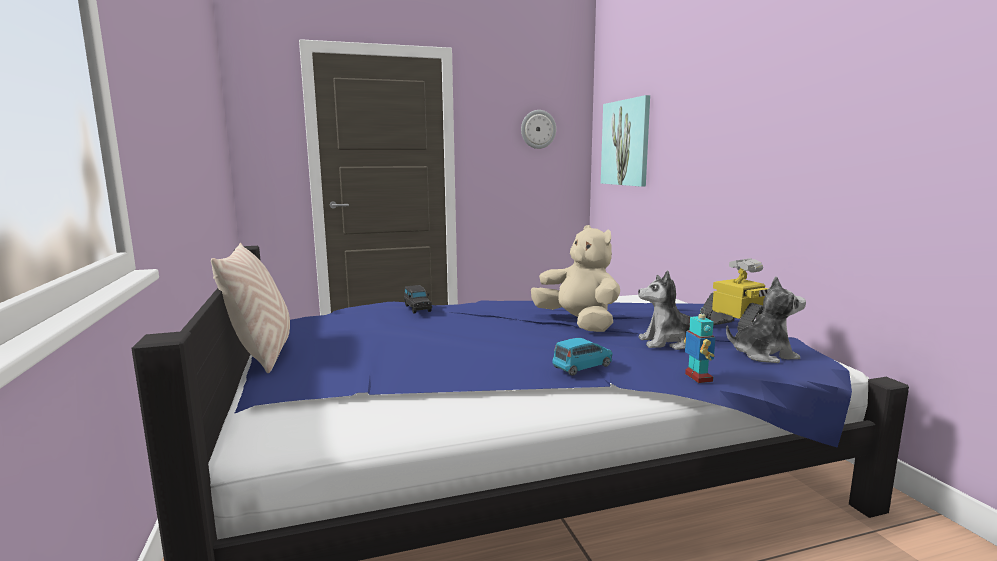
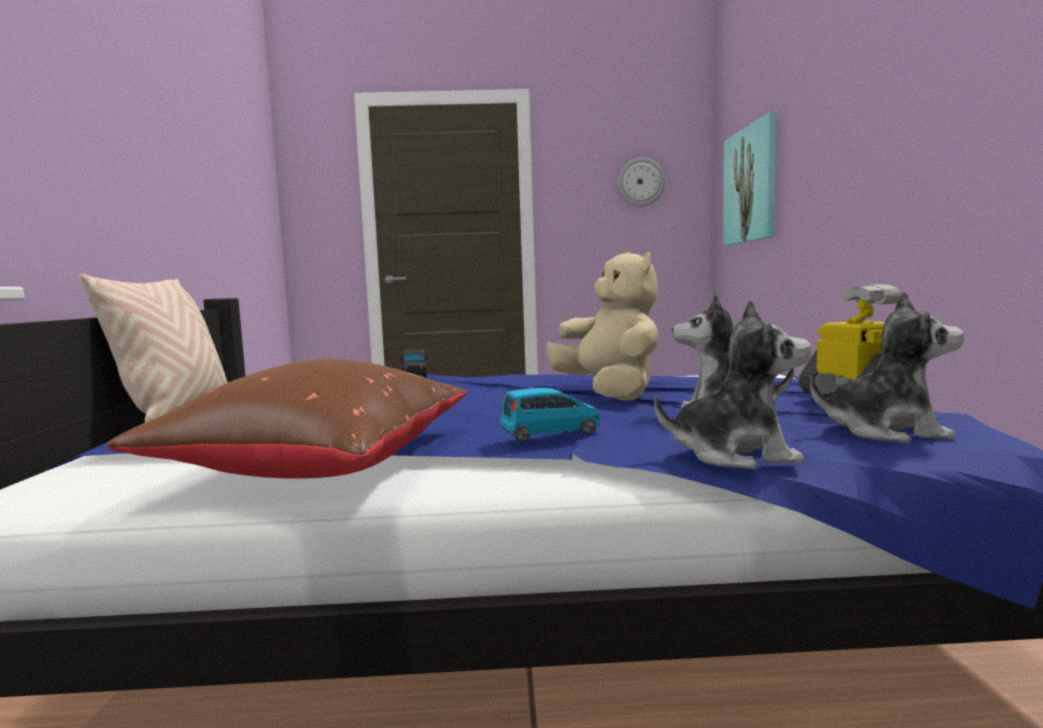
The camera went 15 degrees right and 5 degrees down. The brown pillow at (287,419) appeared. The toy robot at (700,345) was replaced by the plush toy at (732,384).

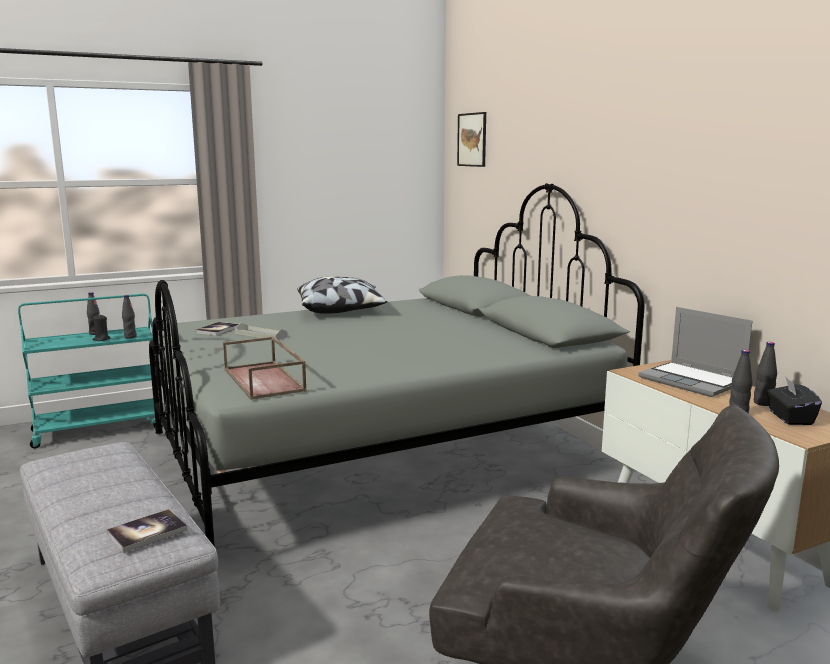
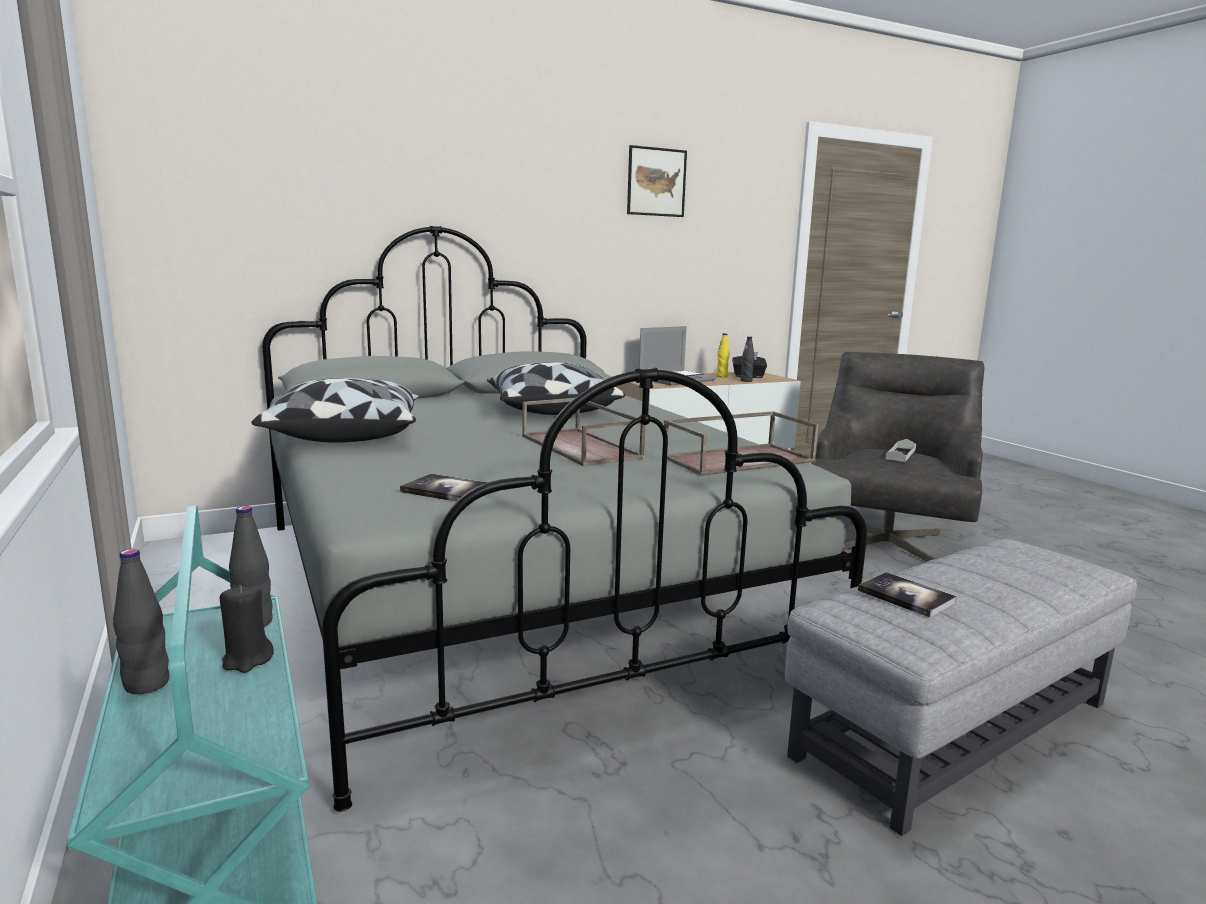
The camera went 90 degrees left and 0 degrees up. The pillow at (556,388) appeared. The brown tray at (583,432) appeared. The picture moved from (471,139) to (657,181). The black bottle at (765,374) became the yellow bottle at (723,355). The book moved from (147,531) to (907,595). The grey tray moved from (261,331) to (900,450).

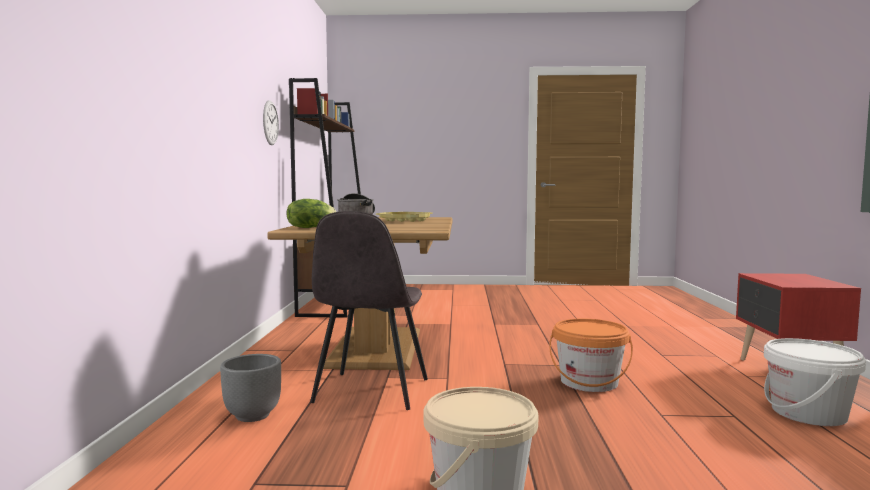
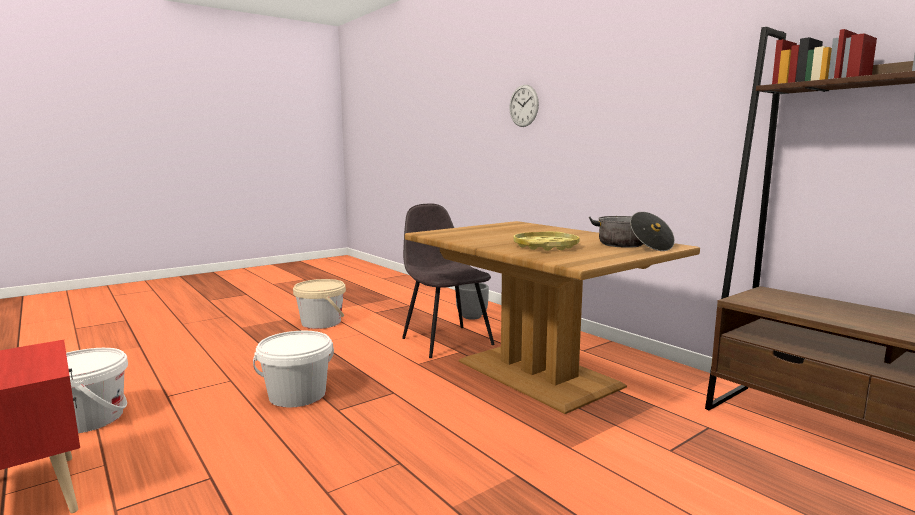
The camera went 140 degrees right and 5 degrees up. The orange bucket at (591,355) became the white bucket at (293,369). The wall clock moved from (271,122) to (524,106). The lettuce at (311,213) disappeared.

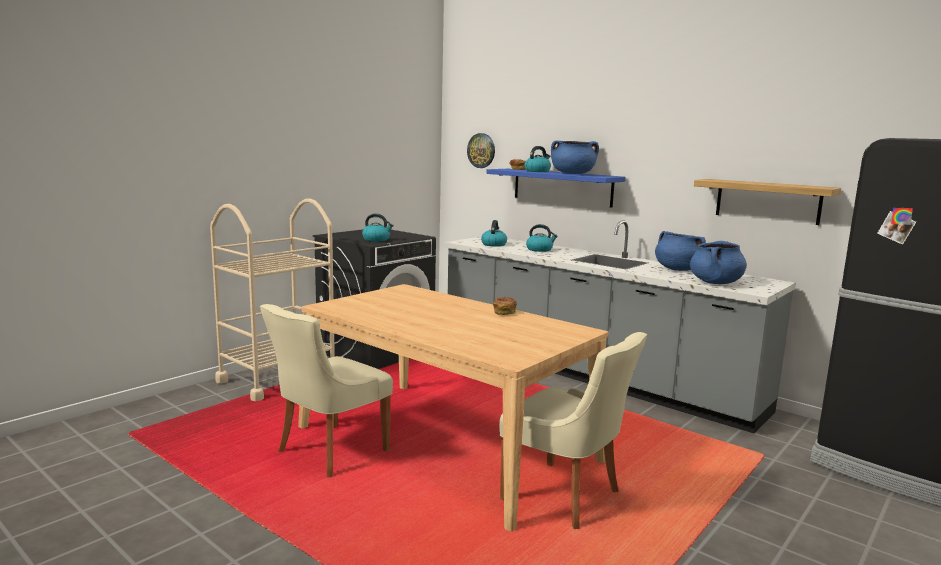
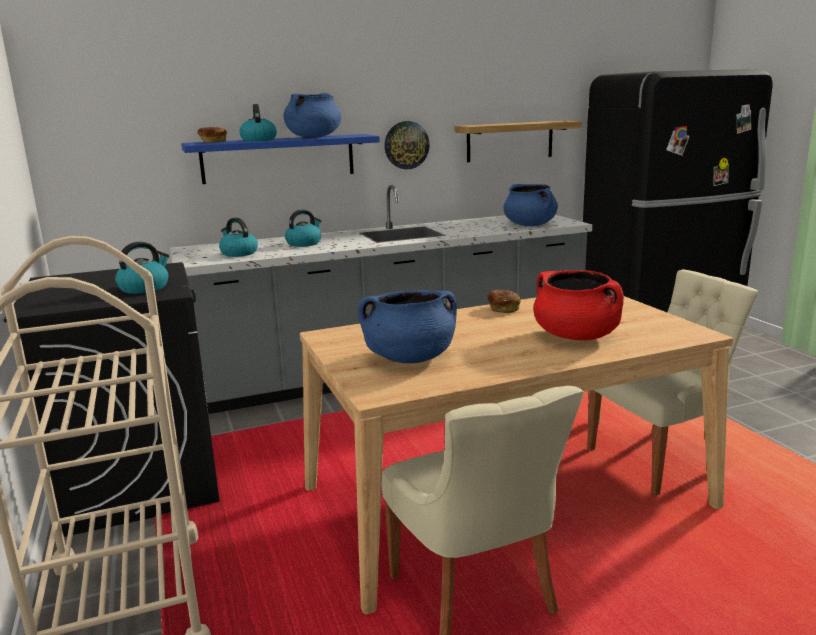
The camera went 60 degrees left and 5 degrees up. The blue cooking pot moved from (680,251) to (407,326). The wall clock moved from (481,150) to (407,145). The red cooking pot at (578,305) appeared.

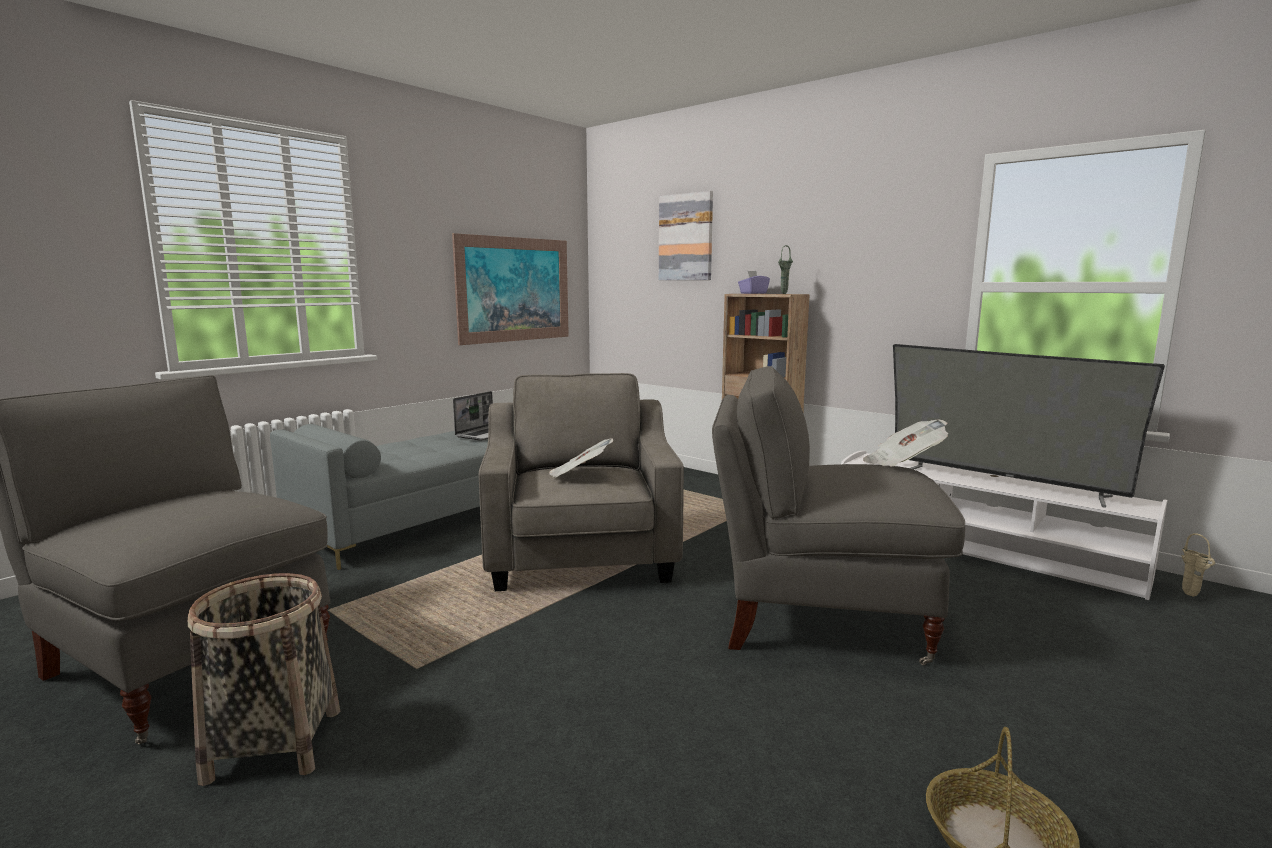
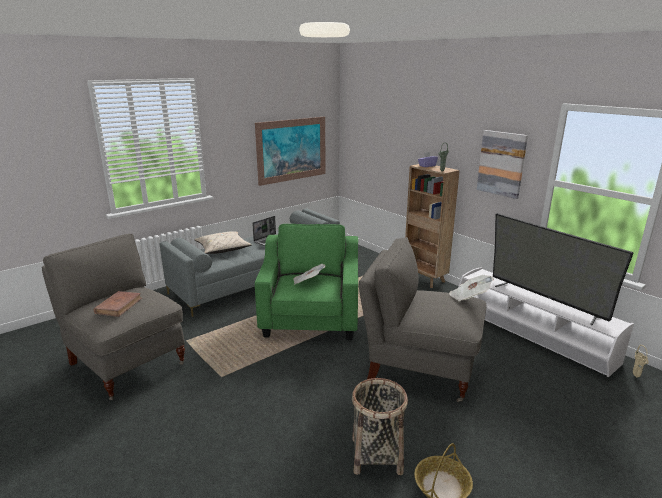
The camera went 10 degrees right and 10 degrees up. The brown book at (118,304) appeared. The beige pillow at (223,242) appeared. The grey armchair at (581,482) became the green armchair at (306,282). The basket moved from (264,679) to (380,426). The picture moved from (686,235) to (502,164).

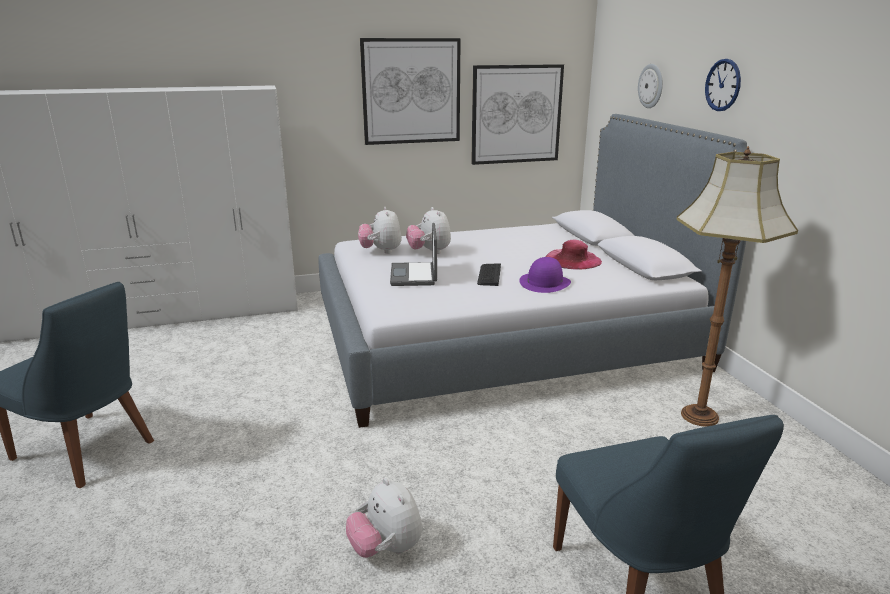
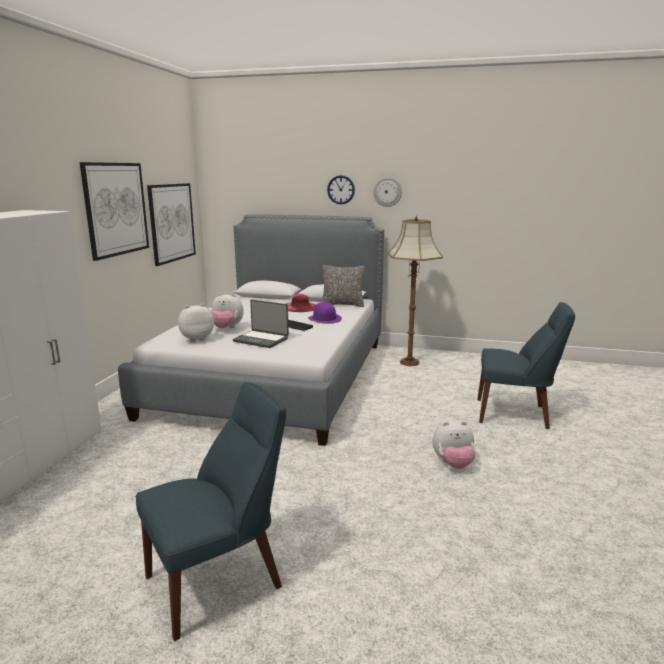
The camera went 60 degrees left and 5 degrees down. The plush toy at (380,230) turned 135 degrees clockwise. The pillow at (343,286) appeared. The wall clock moved from (650,86) to (387,192).

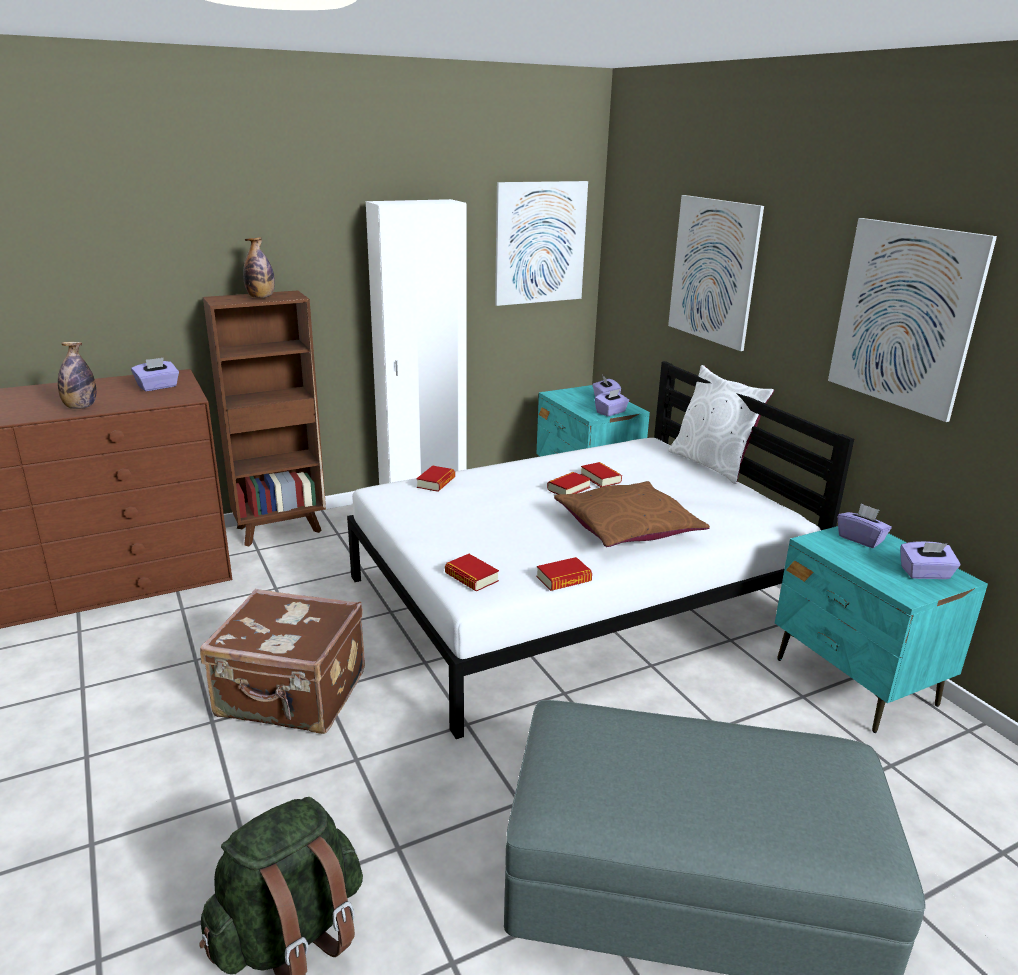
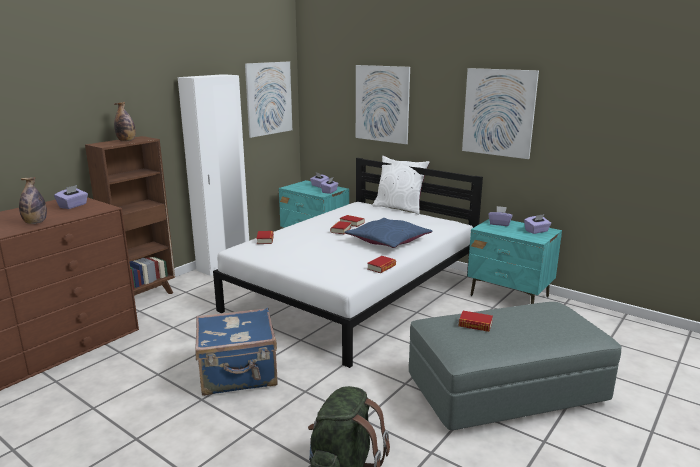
The camera went 25 degrees left and 5 degrees down. The brown suitcase at (282,661) became the blue suitcase at (236,352). The brown pillow at (632,514) became the blue pillow at (388,233). The book moved from (472,572) to (476,321).

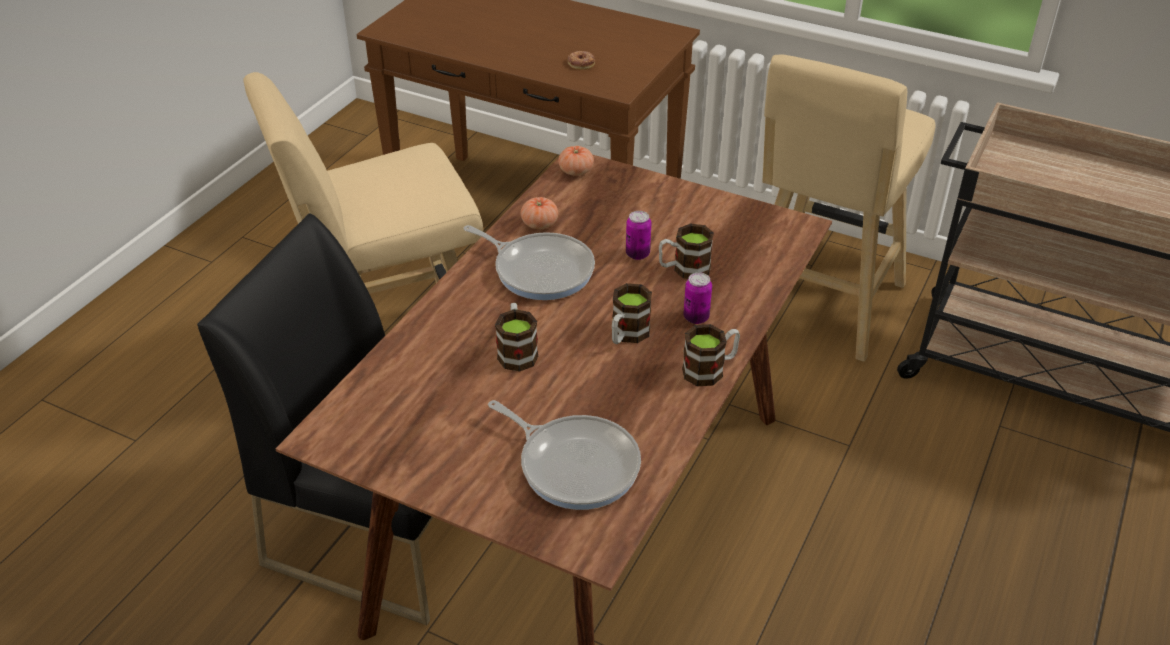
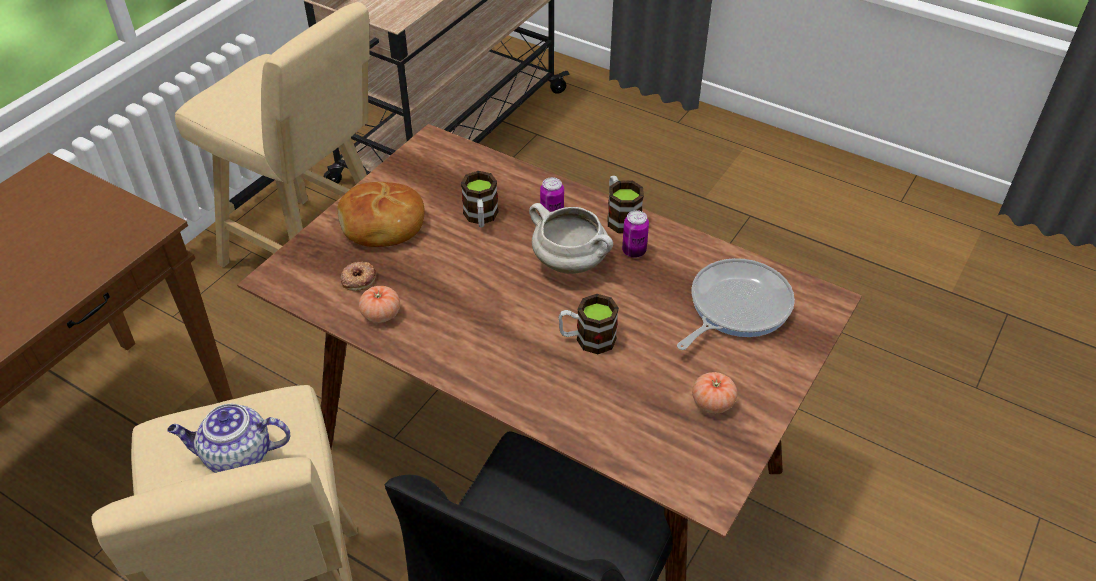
The camera went 85 degrees left and 5 degrees up. The teapot at (228,438) appeared. The bread at (381,214) appeared. The donut moved from (581,60) to (358,276). The mug at (632,313) was replaced by the white cooking pot at (571,238). The can moved from (638,235) to (635,234). The tomato moved from (576,161) to (714,392). The frying pan at (529,262) disappeared.

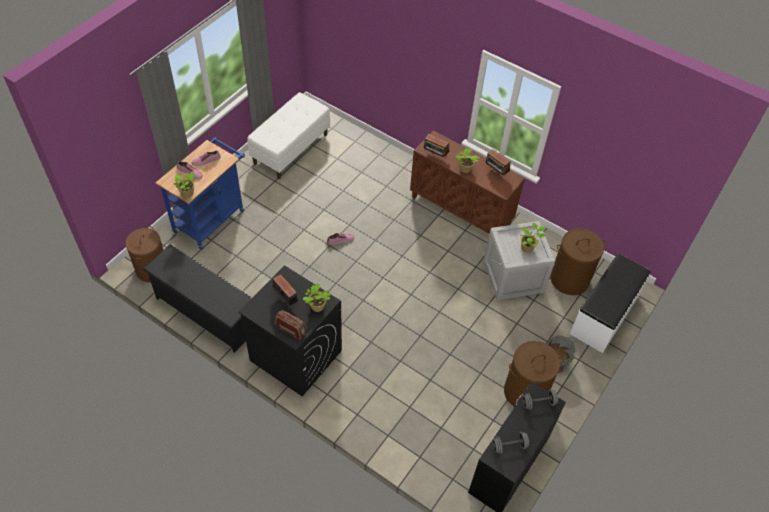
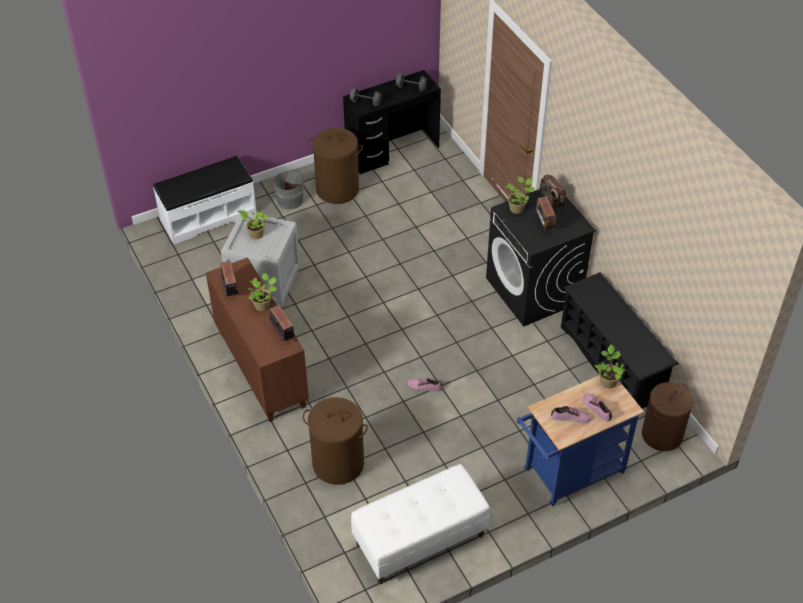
The camera went 150 degrees left and 5 degrees down. The brown laundry basket moved from (579,261) to (335,441).

